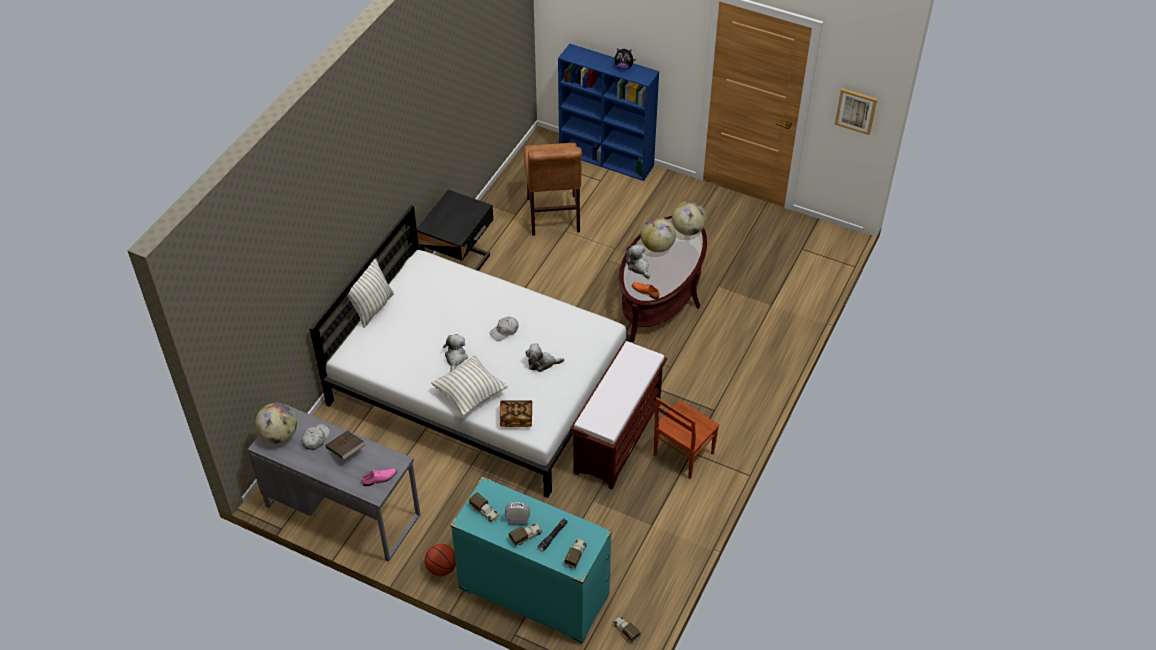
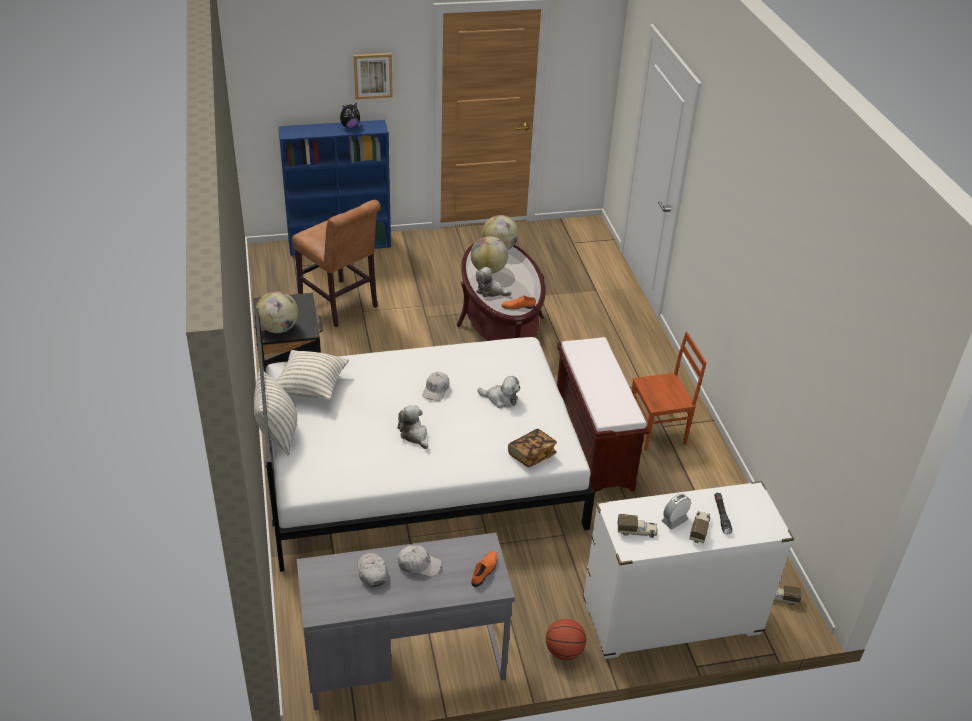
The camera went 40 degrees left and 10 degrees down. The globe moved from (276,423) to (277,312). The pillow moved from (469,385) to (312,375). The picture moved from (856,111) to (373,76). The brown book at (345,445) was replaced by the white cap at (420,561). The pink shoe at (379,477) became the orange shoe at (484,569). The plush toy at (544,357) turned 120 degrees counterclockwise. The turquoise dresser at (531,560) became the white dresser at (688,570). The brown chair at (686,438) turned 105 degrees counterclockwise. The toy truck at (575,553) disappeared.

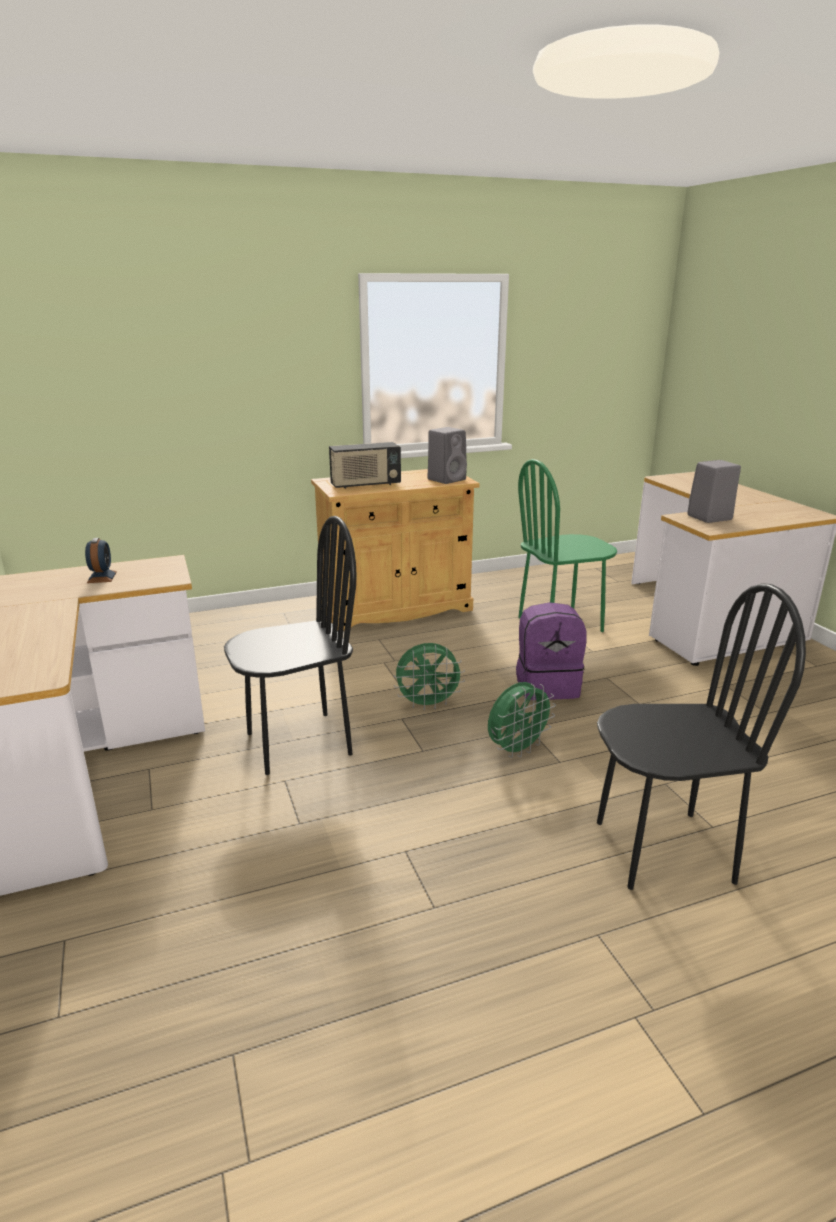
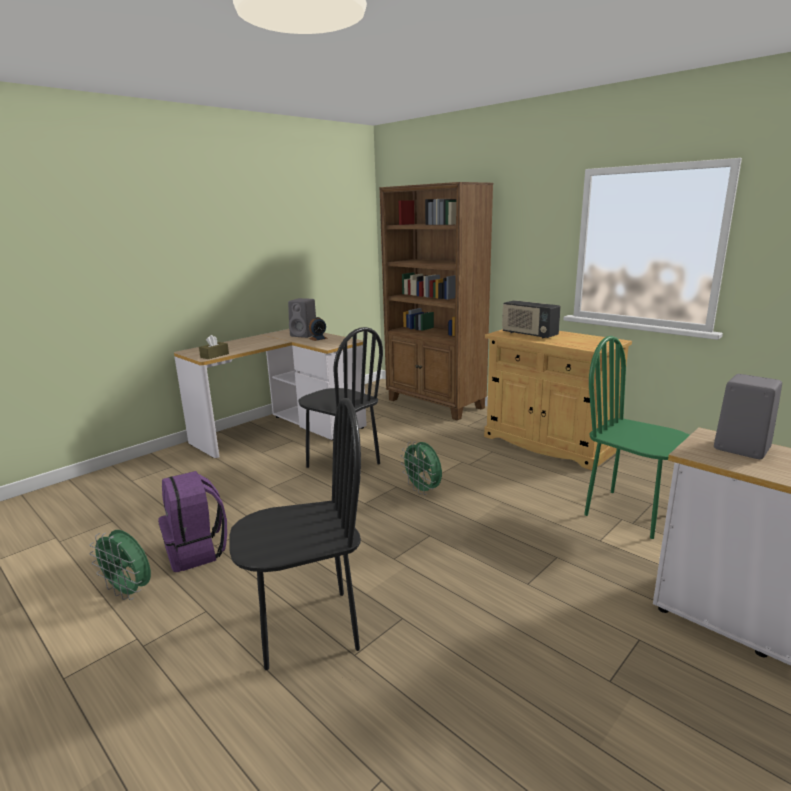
The camera went 65 degrees right and 5 degrees down. The green fan moved from (522,720) to (120,565). The purple backpack moved from (551,651) to (192,521). The brown tissue box at (214,347) appeared. The black chair at (701,736) turned 75 degrees counterclockwise. The grey speaker moved from (447,455) to (302,318). The brown bookcase at (436,301) appeared.

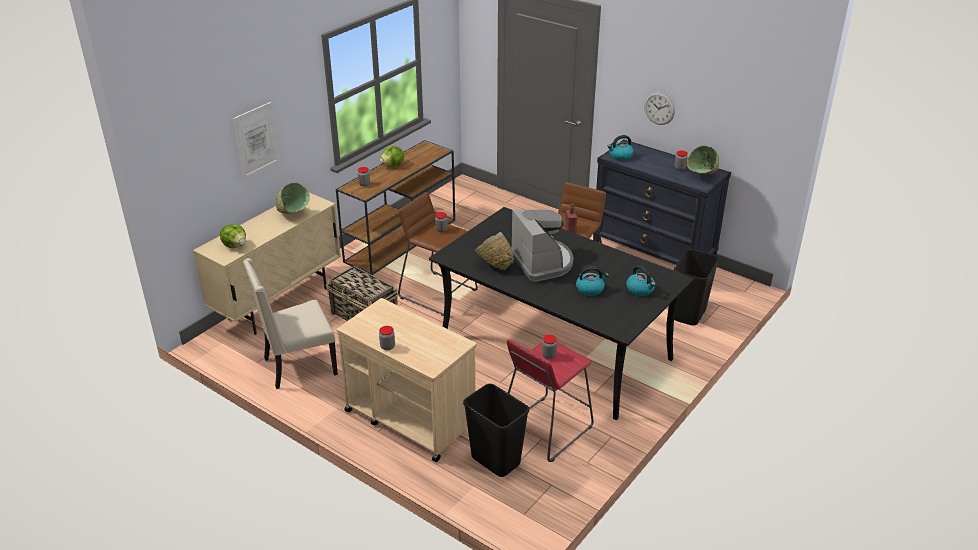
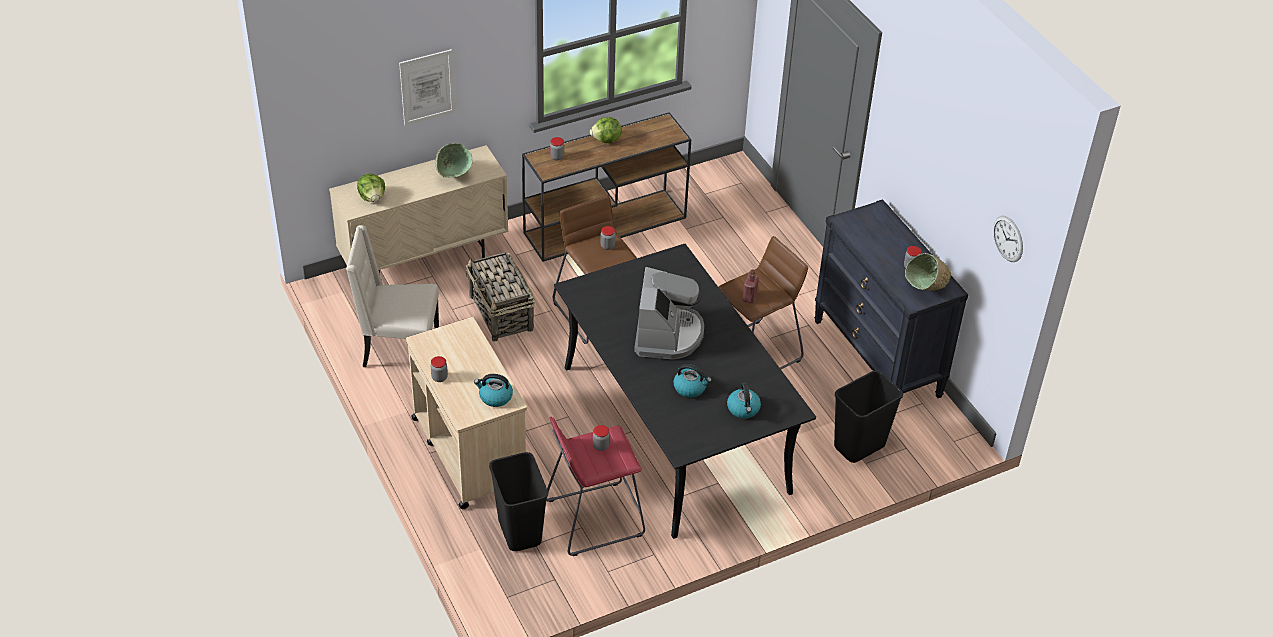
The camera went 25 degrees right and 10 degrees up. The kettle moved from (620,148) to (493,390). The wall clock moved from (659,108) to (1008,239). The green bowl at (494,251) disappeared.

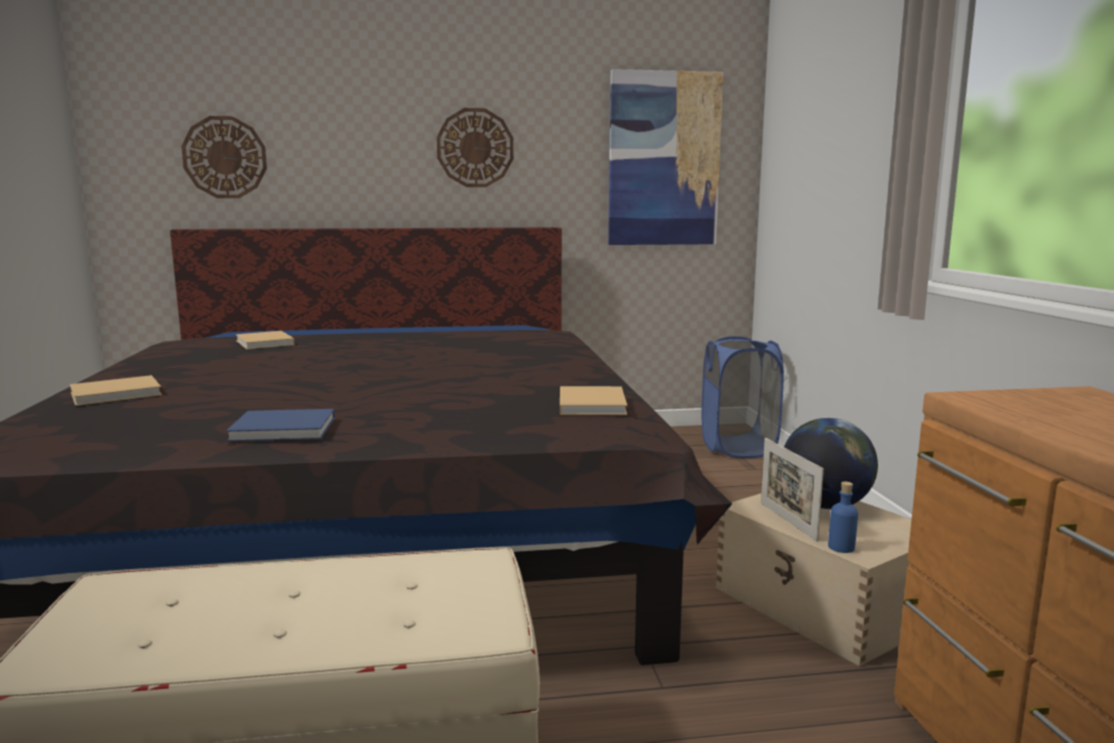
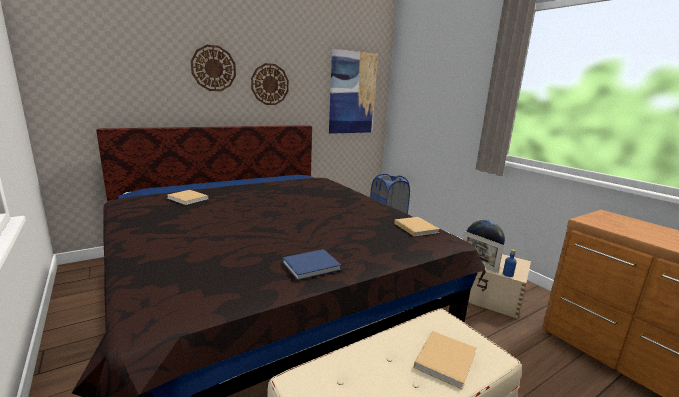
The camera went 25 degrees left and 5 degrees up. The wall clock moved from (224,157) to (213,68). The beige book moved from (116,390) to (445,360).

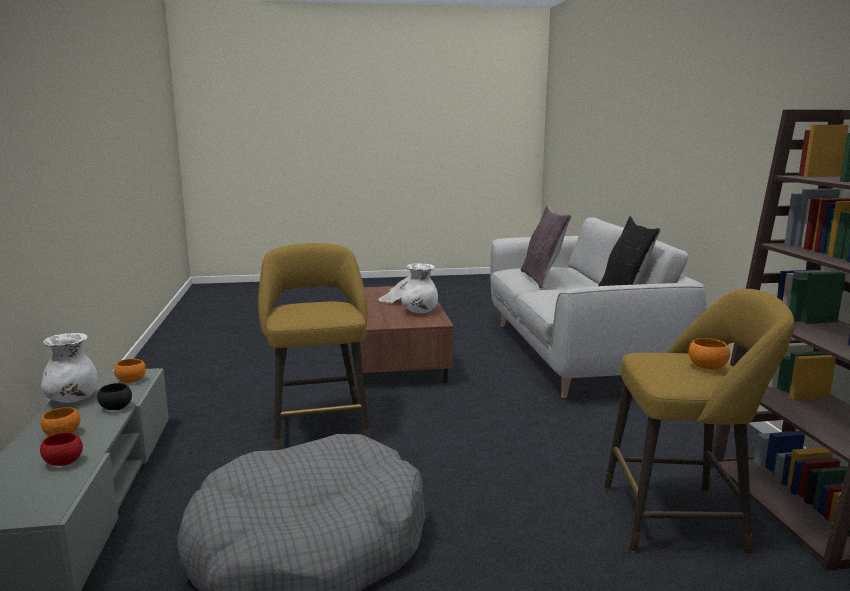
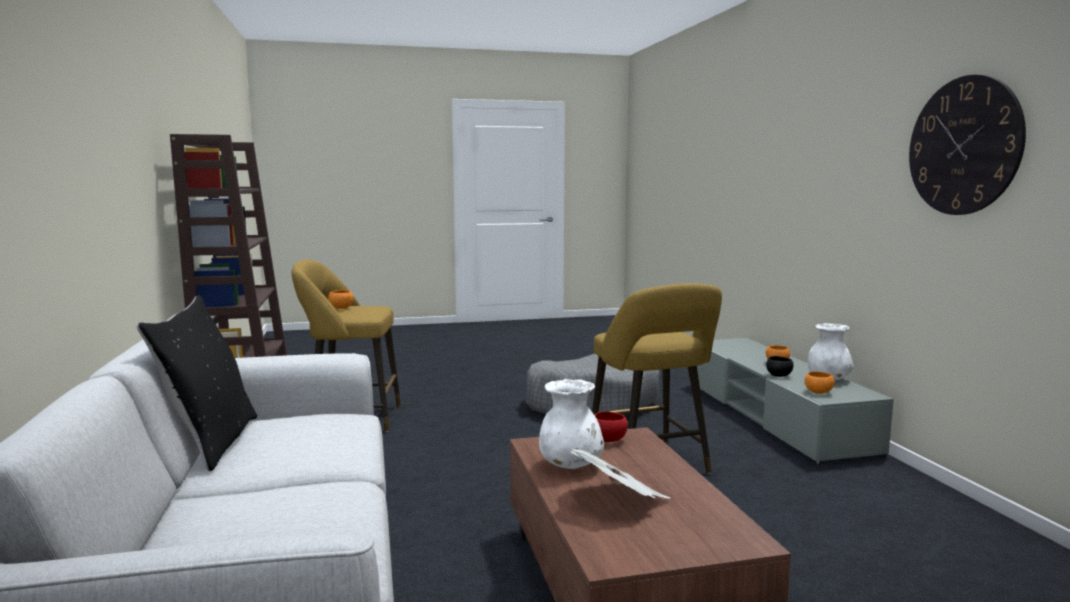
The camera went 175 degrees right and 5 degrees down. The red bowl moved from (61,449) to (611,426). The wall clock at (967,145) appeared. The grey pillow at (546,246) disappeared.

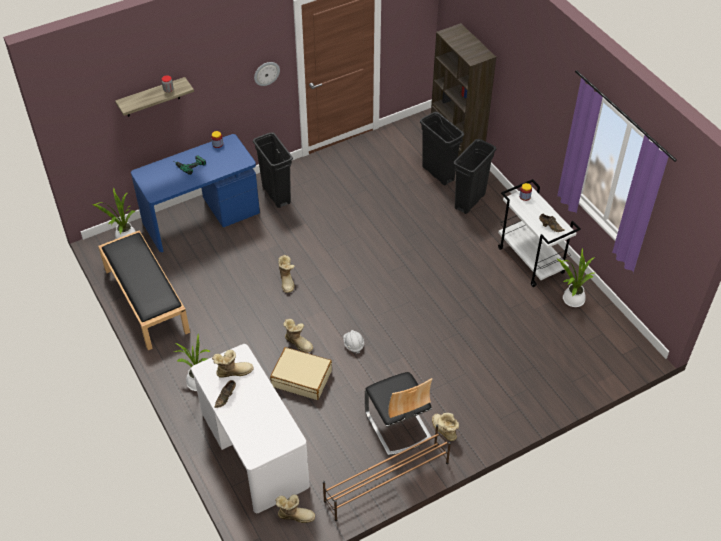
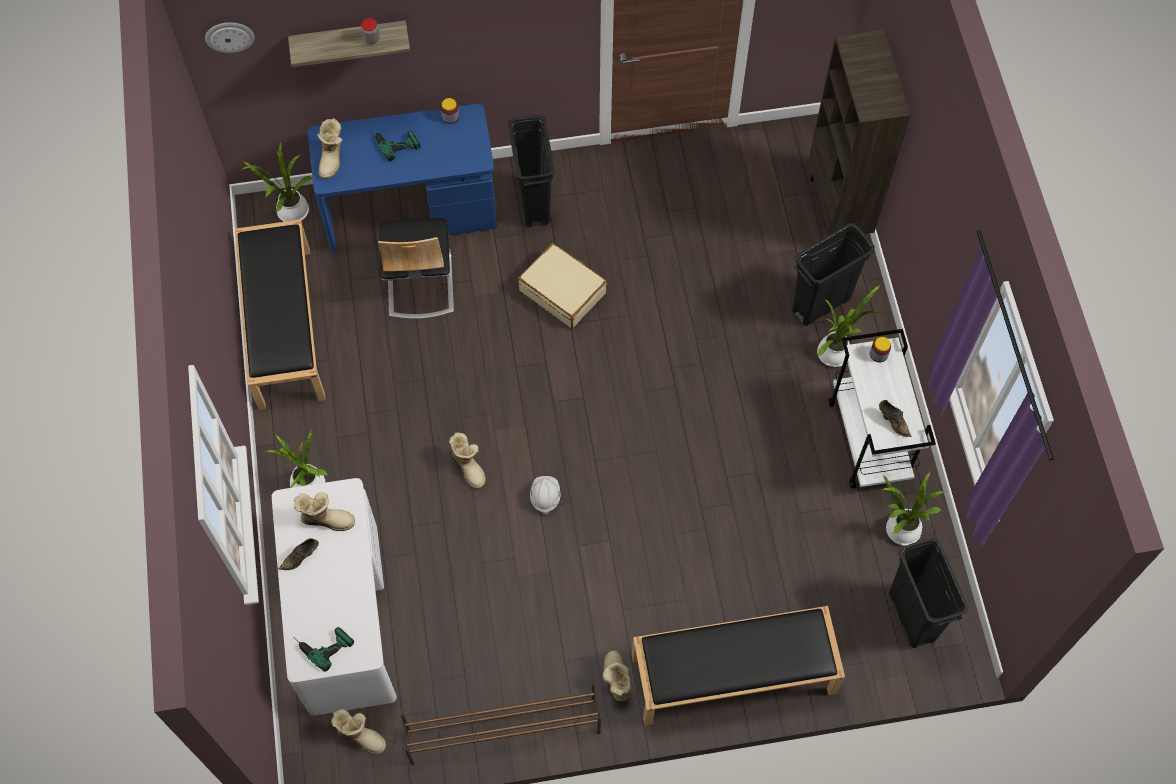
The camera went 20 degrees right and 15 degrees up. The wall clock moved from (267,74) to (230,37). The power drill at (323,649) appeared. The boot moved from (286,274) to (330,148). The chair moved from (398,414) to (416,268). The beige suitcase moved from (301,373) to (562,285). The black bench at (738,666) appeared. The potted plant at (850,326) appeared. The black trash can moved from (442,148) to (929,593).

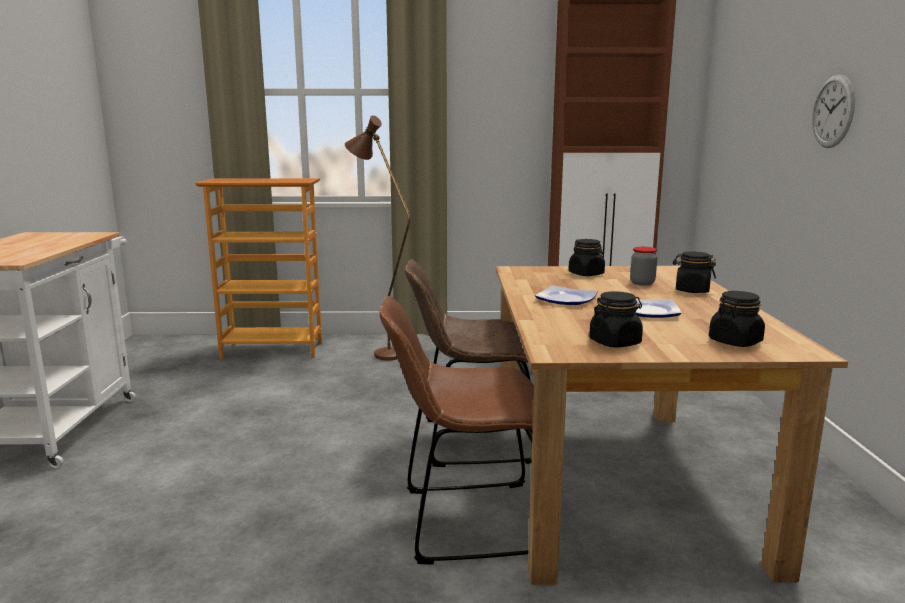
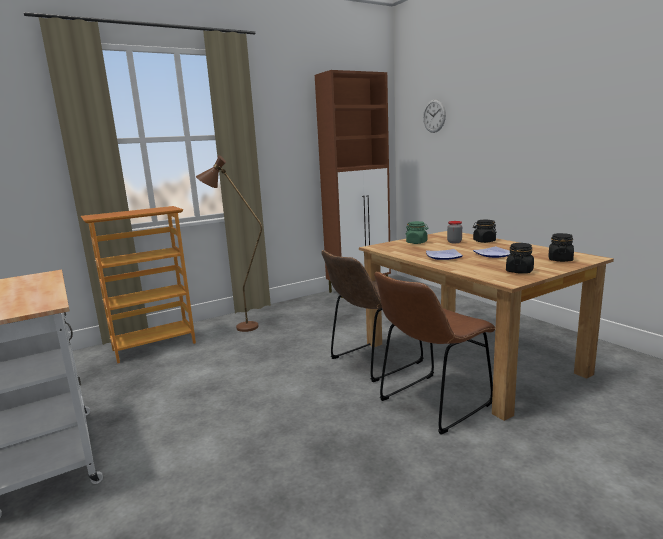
The camera went 30 degrees left and 0 degrees up. The black jar at (587,257) became the green jar at (417,232). The wall clock moved from (833,111) to (434,116).

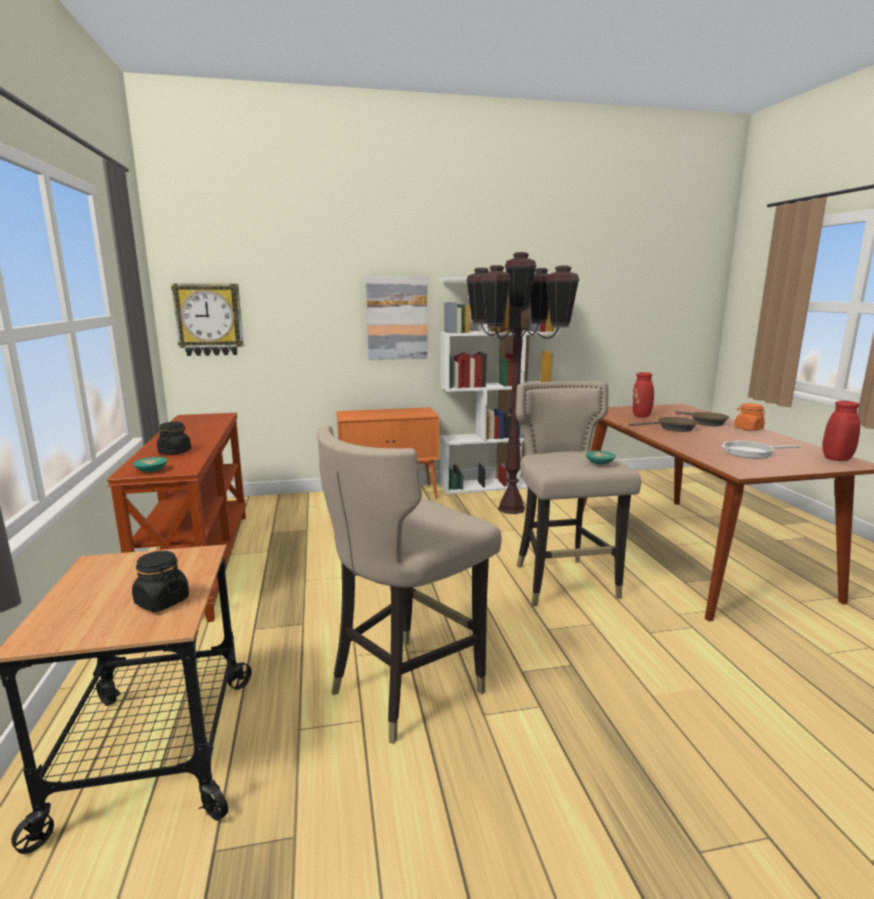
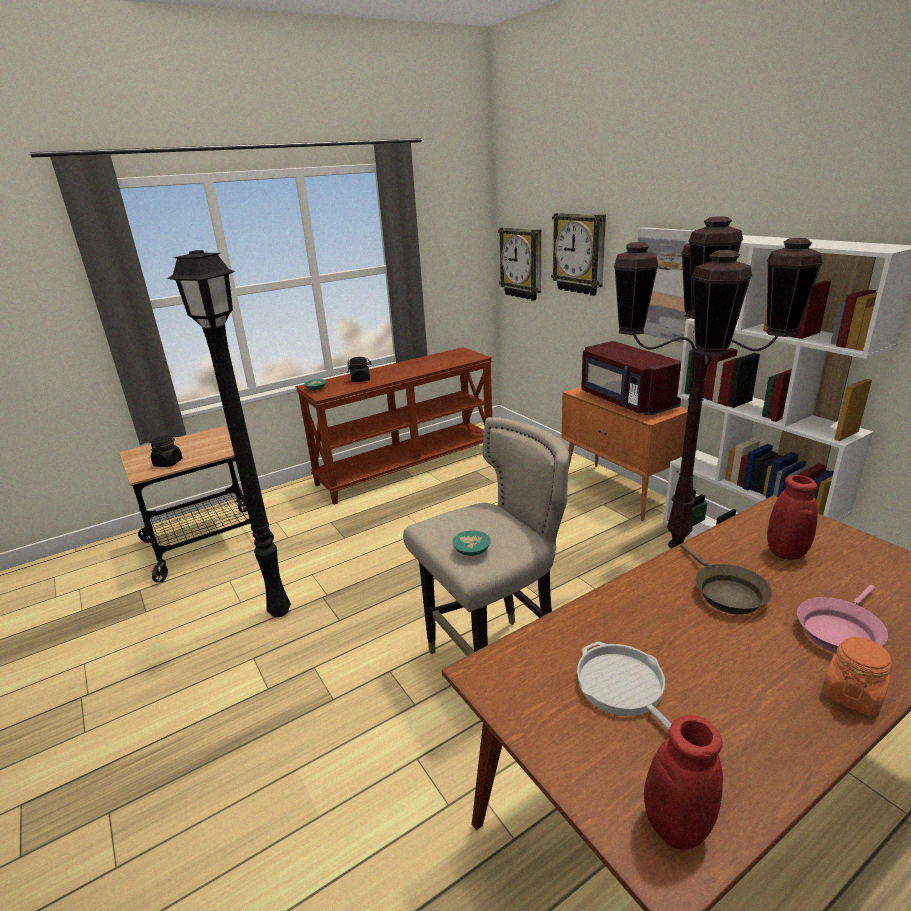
The camera went 70 degrees right and 10 degrees up. The beige stool at (409,584) was replaced by the black floor lamp at (229,433). The wall clock at (578,254) appeared. The red microwave at (631,378) appeared. The brown frying pan at (703,418) became the pink frying pan at (842,619).

